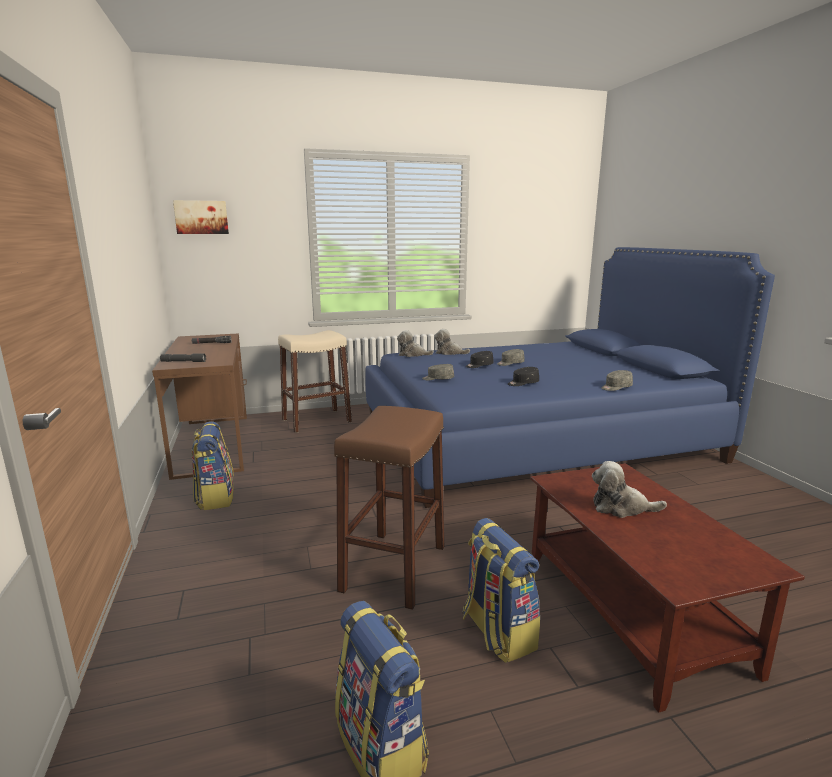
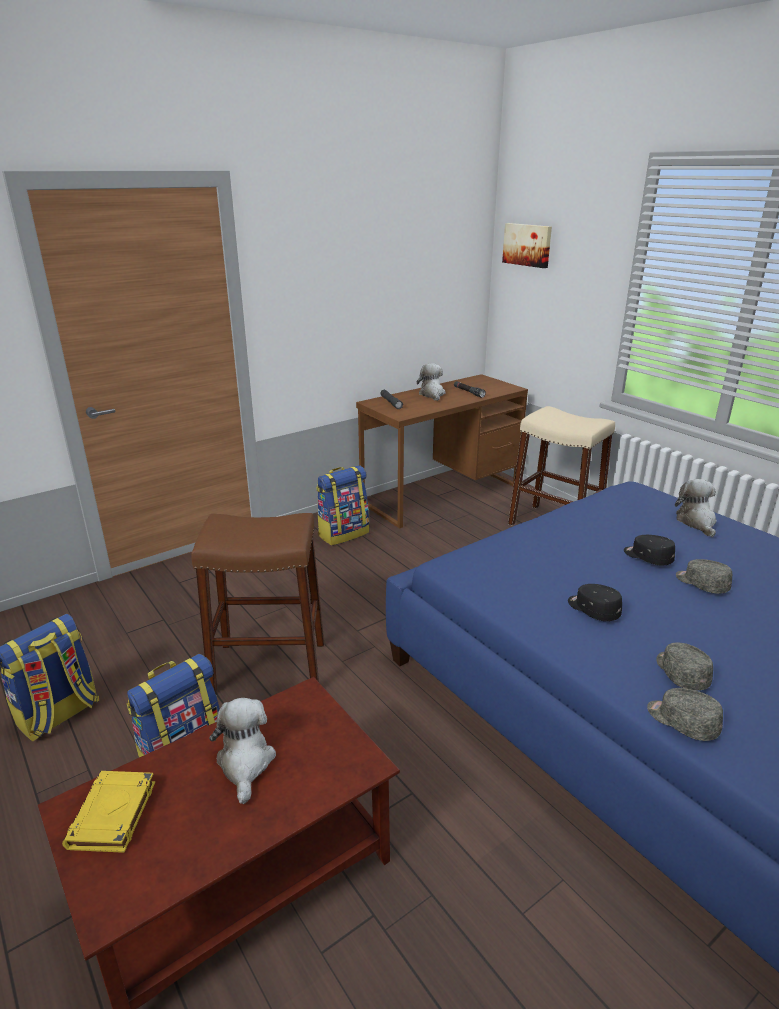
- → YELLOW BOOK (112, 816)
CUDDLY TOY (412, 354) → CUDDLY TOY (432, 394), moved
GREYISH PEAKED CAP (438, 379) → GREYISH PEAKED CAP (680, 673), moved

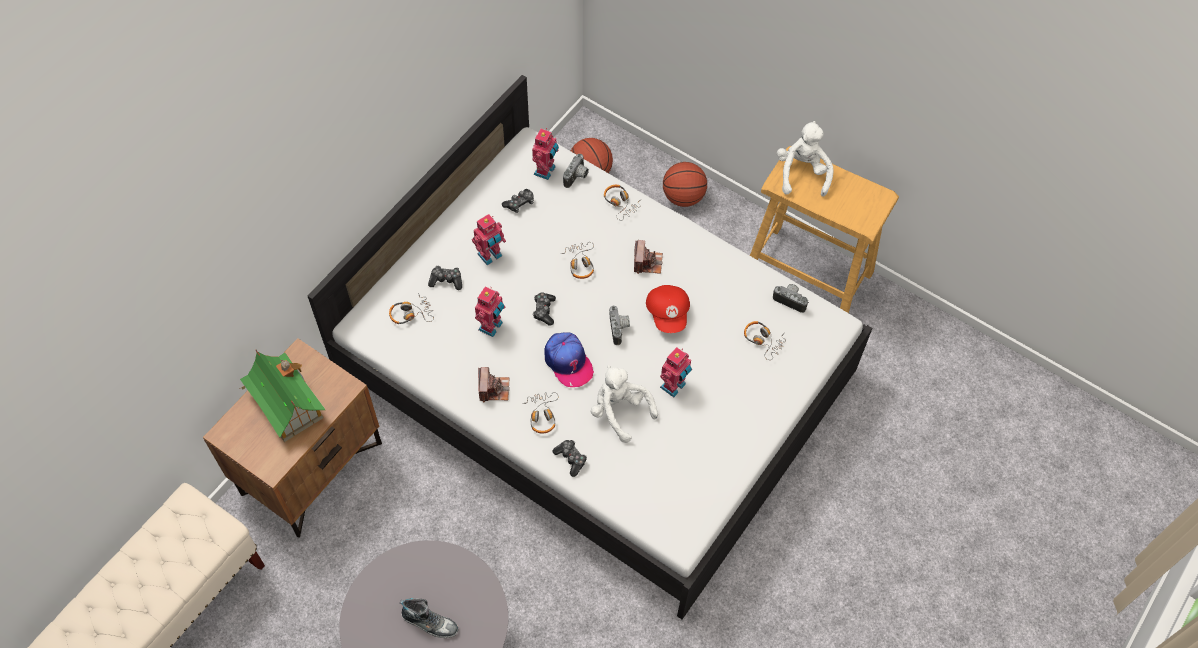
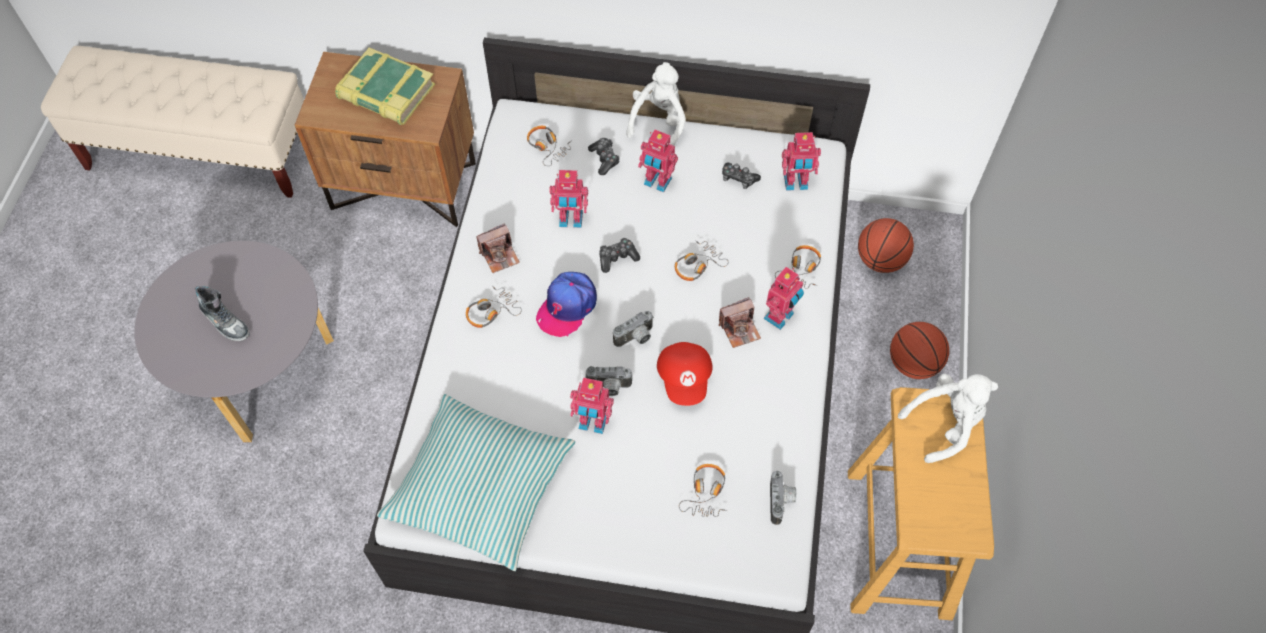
JOYPAD (571, 459) → -
- → CUSHION (480, 487)
- → TOY ROBOT (780, 317)
PHOTO CAMERA (577, 177) → PHOTO CAMERA (609, 387), moved
WHITISH CUDDLY TOY (619, 411) → WHITISH CUDDLY TOY (658, 121), moved
TOY HOUSE (286, 404) → BOOK (386, 93)
SHOE (430, 622) → SHOE (225, 321), 45 degrees counterclockwise
REDDISH PEAKED CAP (668, 313) → REDDISH PEAKED CAP (685, 378), 60 degrees counterclockwise

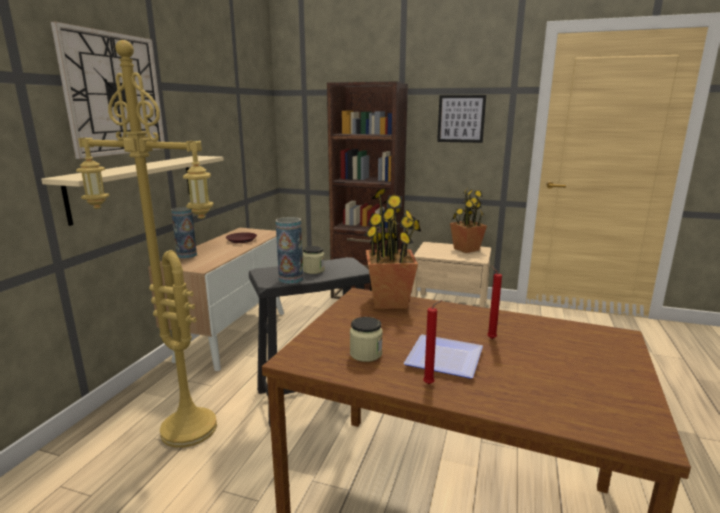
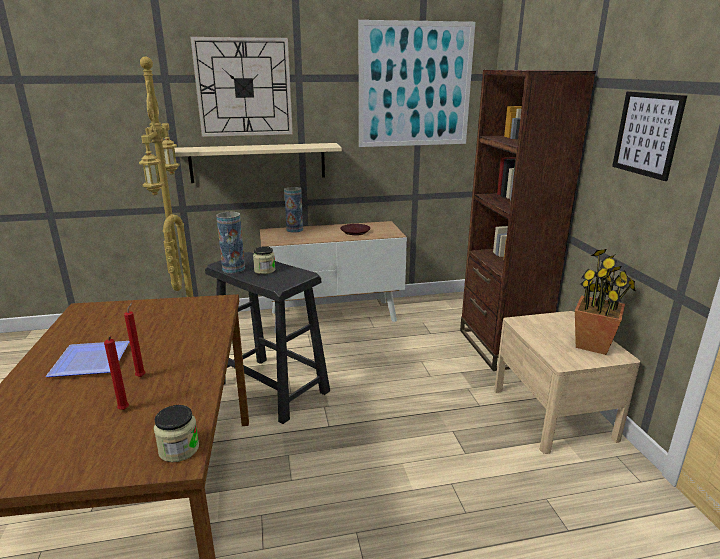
POTTED PLANT (389, 301) → -
- → WALL ART (415, 85)
JAR (366, 354) → JAR (179, 449), moved
REDDISH CANDLE (430, 384) → REDDISH CANDLE (124, 410), moved

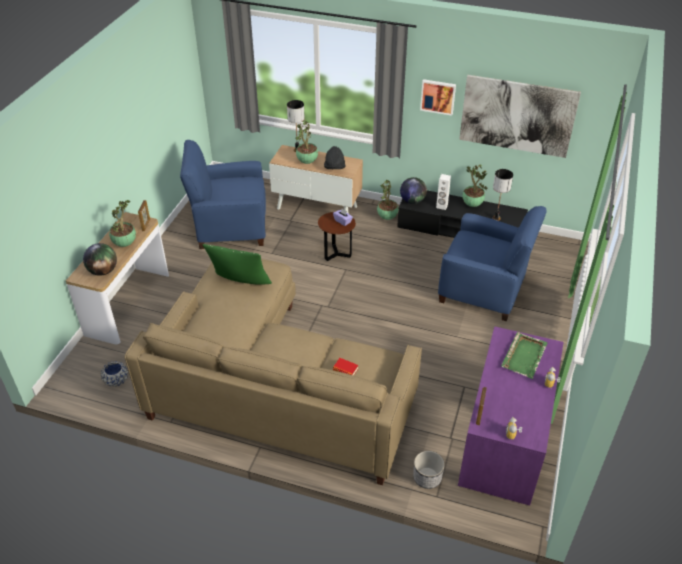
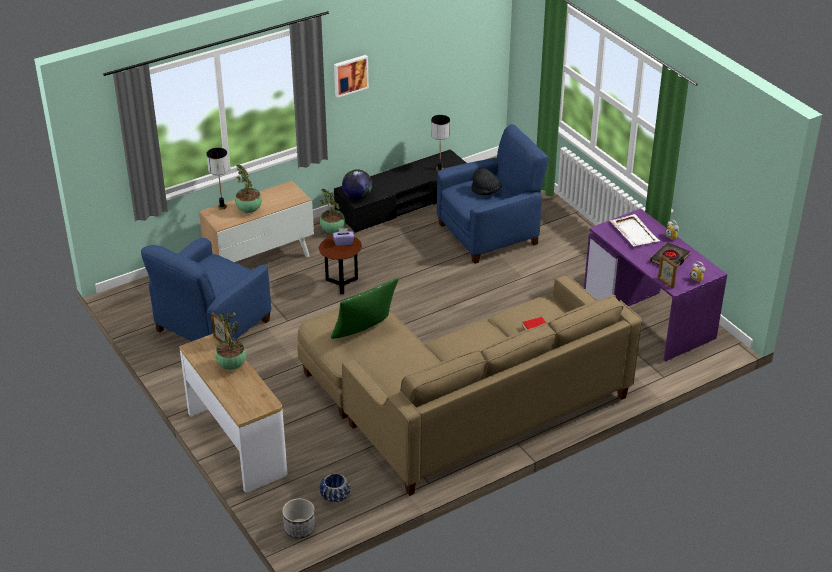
GLOBE (103, 271) → -
WHITISH AUDIO SPEAKER (442, 206) → -
WALL ART (517, 116) → -
POTTED PLANT (471, 204) → -
- → BLACK BOOK (670, 259)
BLACK WEARABLE HAT (334, 168) → BLACK WEARABLE HAT (486, 192), moved
PLANTER (427, 477) → PLANTER (299, 529), moved
GREEN-COLOURED SERVING TRAY (524, 356) → WHITISH SERVING TRAY (634, 232)

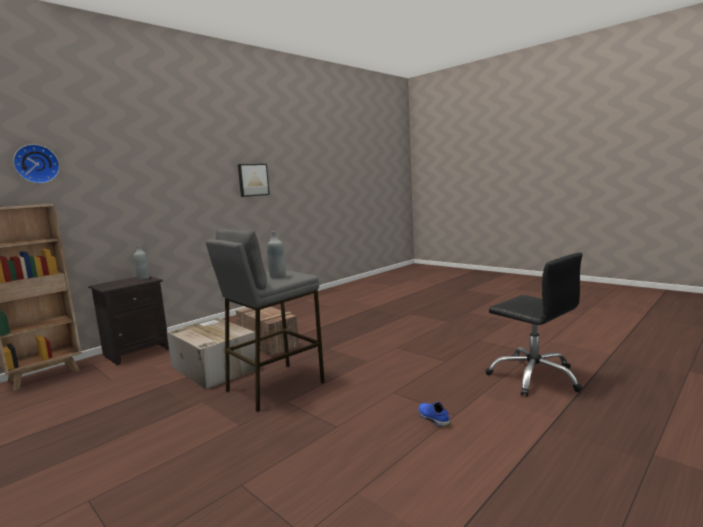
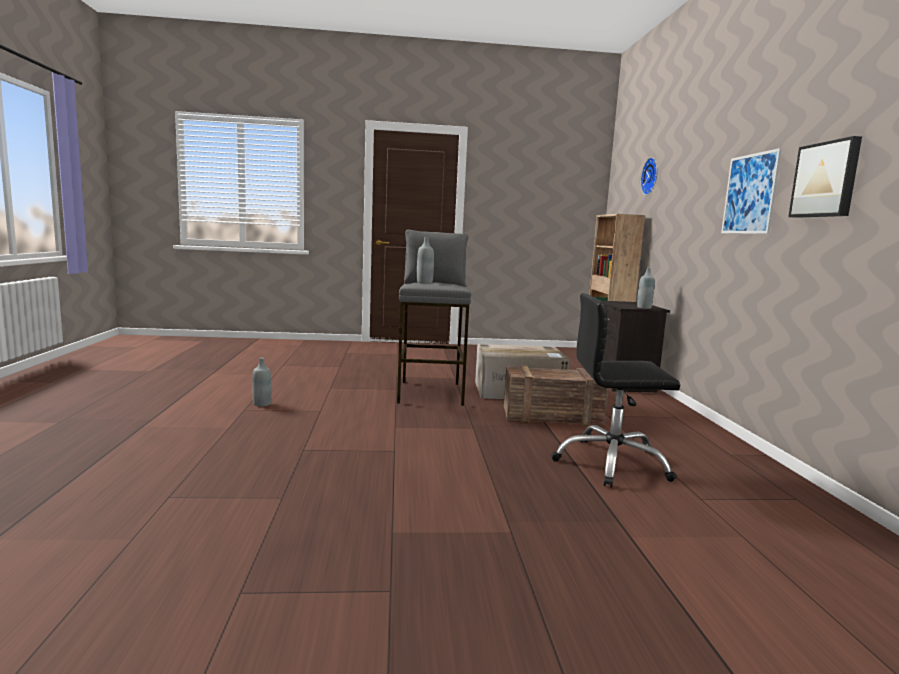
- → WALL ART (750, 194)
BLACK COMPUTER CHAIR (534, 376) → BLACK COMPUTER CHAIR (611, 463), moved
BLUE SHOE (433, 418) → GREYISH DRINK BOTTLE (262, 404)

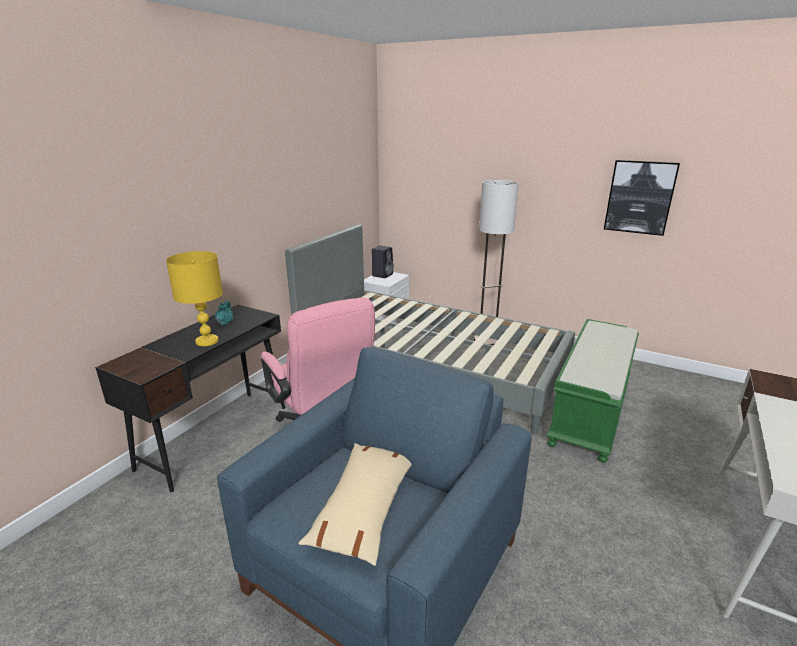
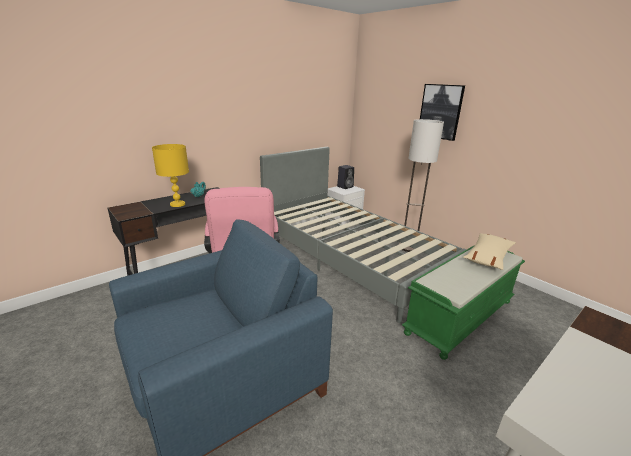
BEIGE CUSHION (364, 508) → BEIGE CUSHION (488, 256), moved
WALL ART (640, 197) → WALL ART (440, 111), moved

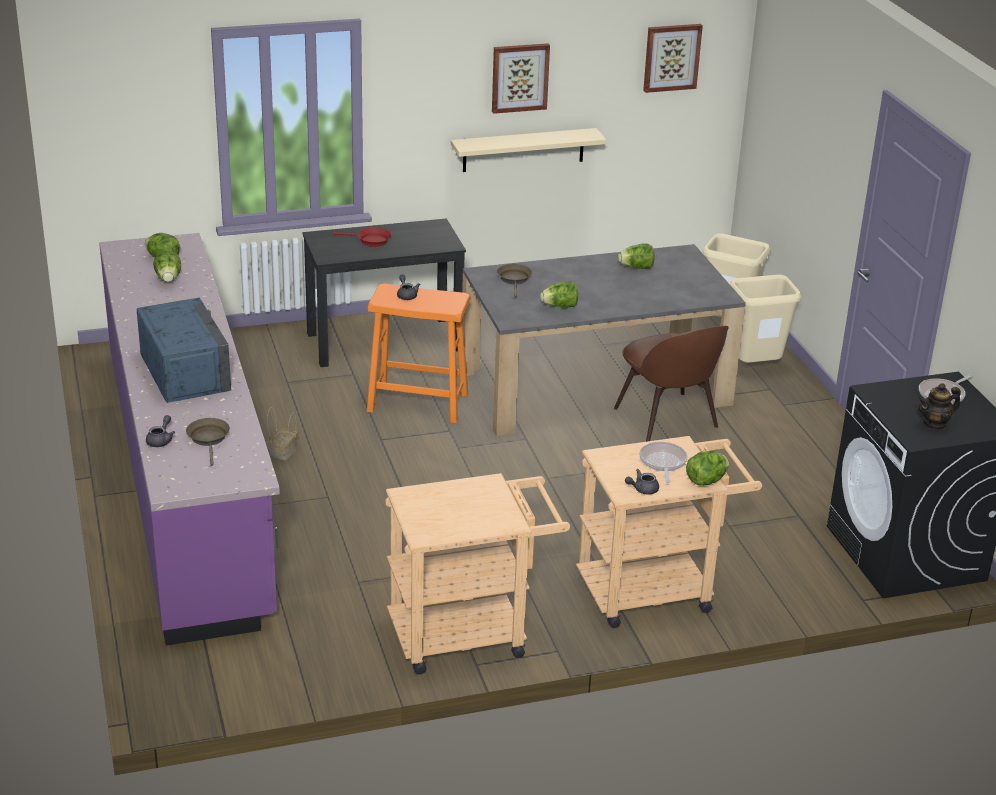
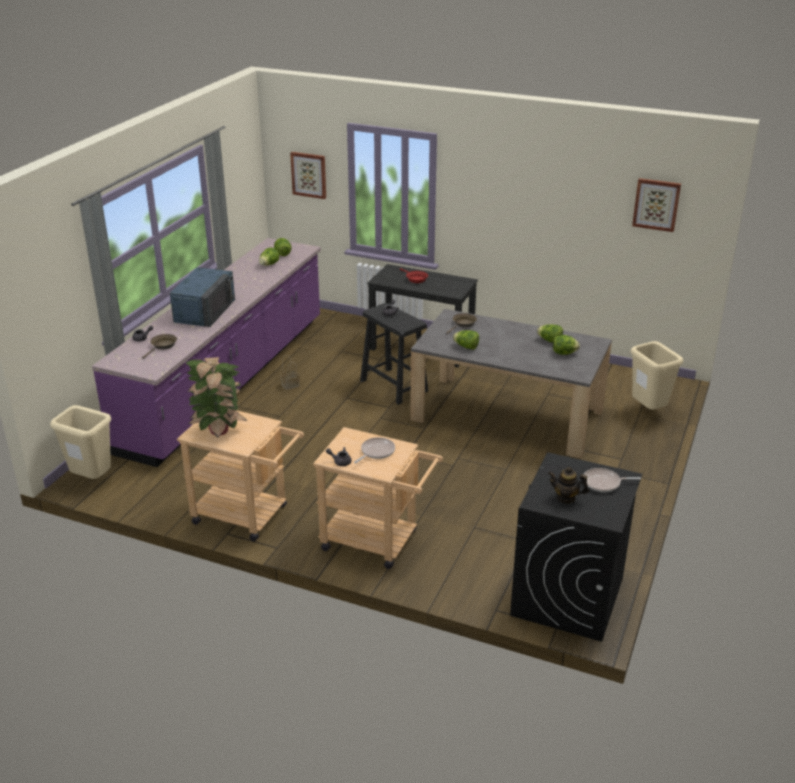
BEIGE BRACKET SHELF (523, 150) → -
BROWNISH UPRIGHT CHAIR (668, 420) → -
- → POTTED PLANT (219, 429)
WALL ART (519, 77) → WALL ART (309, 174), moved
LETTUCE HEAD (706, 481) → LETTUCE HEAD (564, 353), moved
BEIGE RUBBISH BIN (755, 368) → BEIGE RUBBISH BIN (92, 480), moved
ORANGE-COLOURED SITTING STOOL (417, 402) → BLACK SITTING STOOL (393, 386)

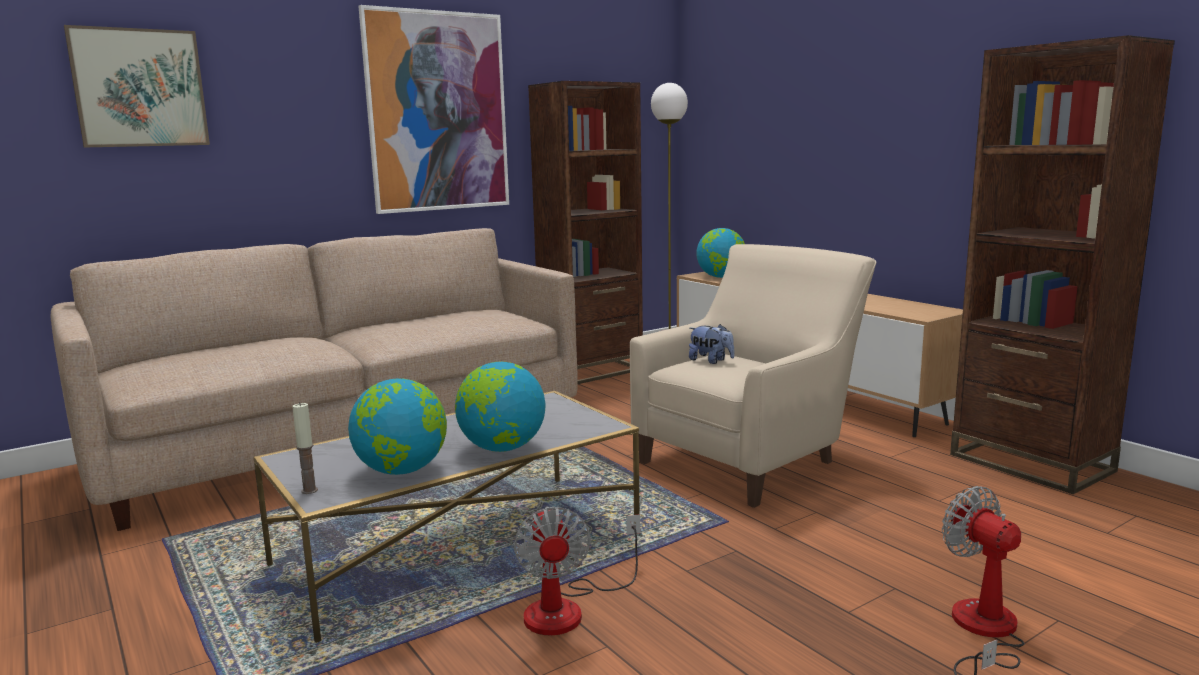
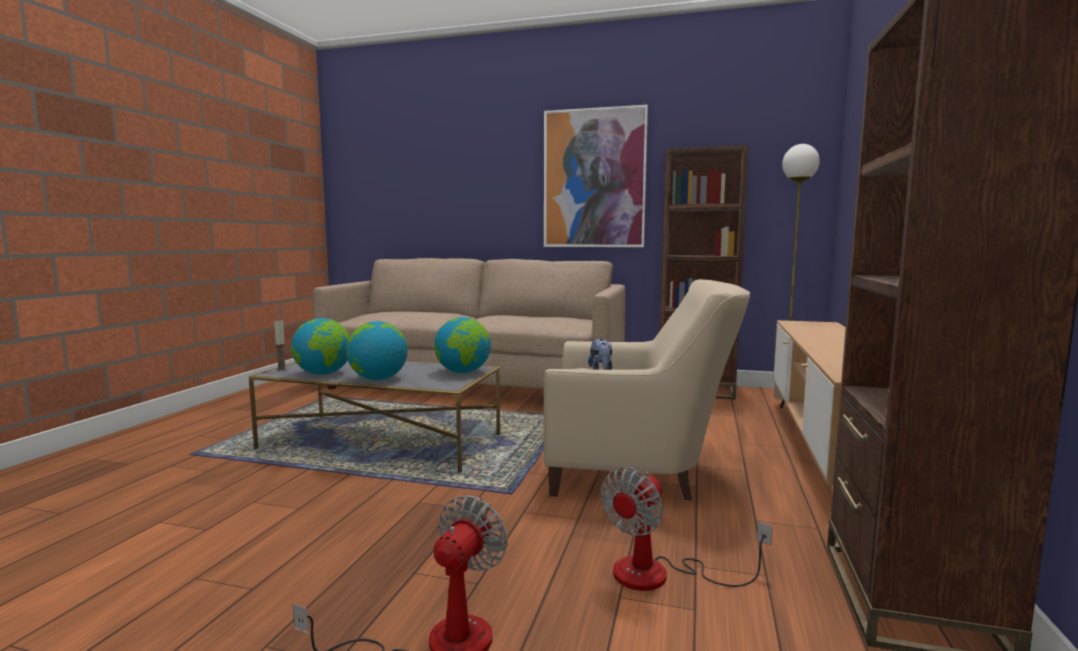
WALL ART (139, 88) → -
FAN (568, 608) → FAN (660, 575), moved
GLOBE (721, 277) → GLOBE (463, 372), moved

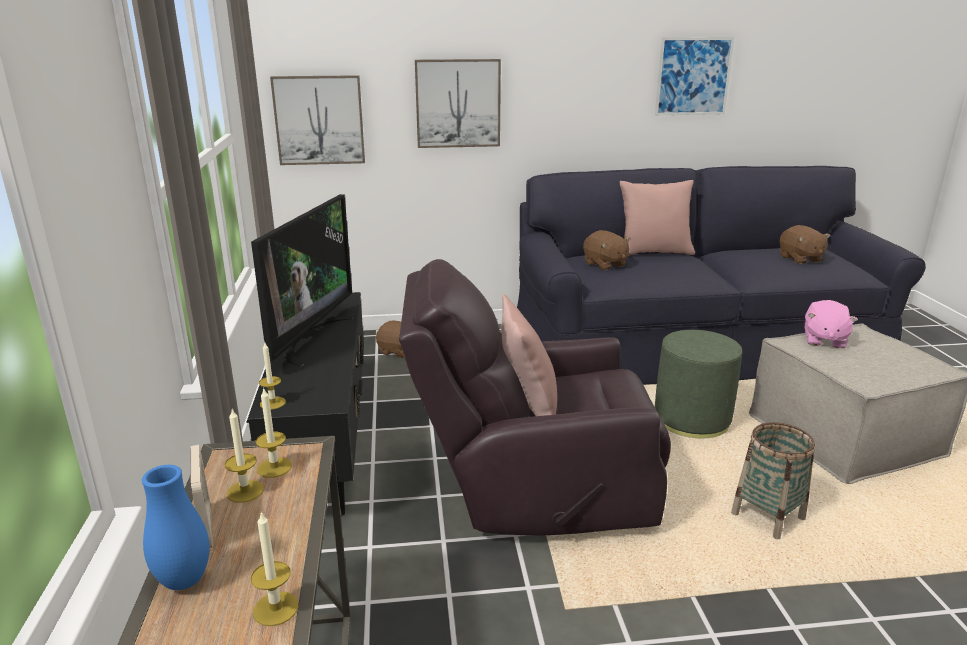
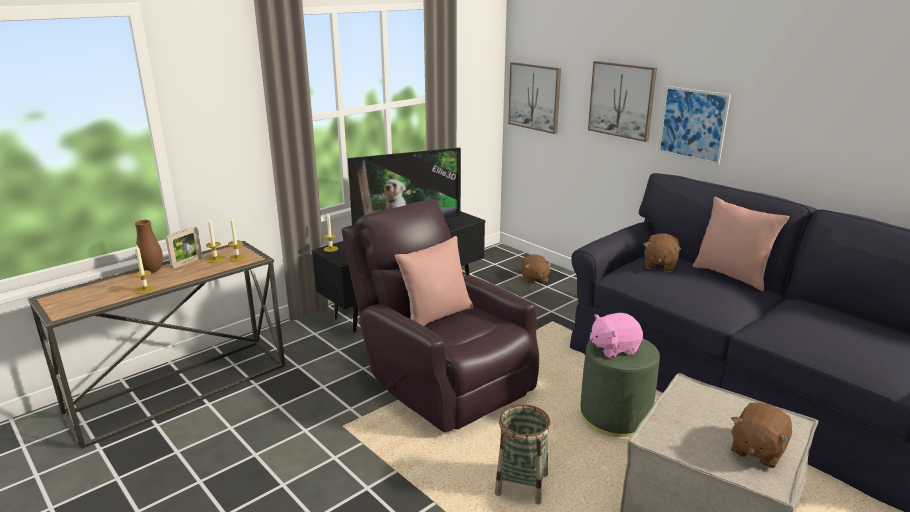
WALL ART (693, 76) → WALL ART (692, 124), moved
BROWNISH CUDDLY TOY (800, 259) → BROWNISH CUDDLY TOY (756, 450), moved
PINKISH CUDDLY TOY (823, 340) → PINKISH CUDDLY TOY (613, 348), moved
BLUE VASE (184, 580) → BROWNISH VASE (152, 271)

